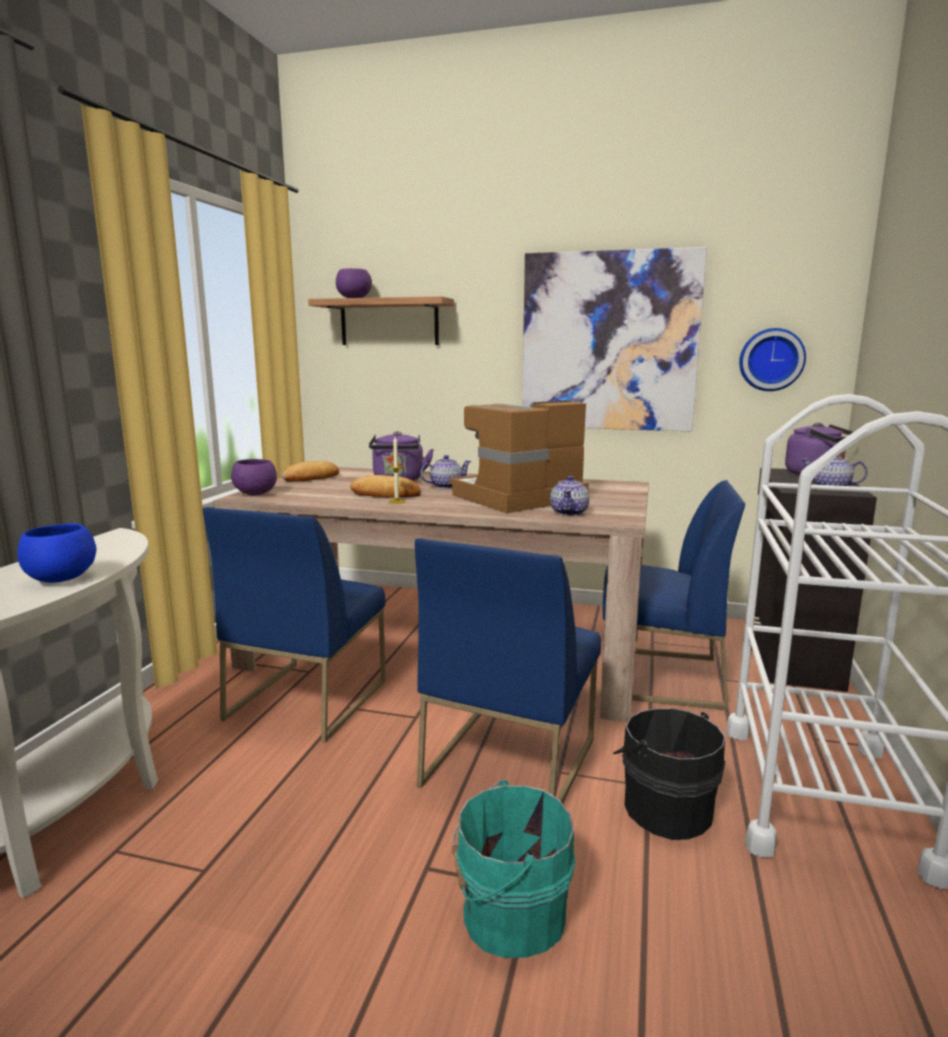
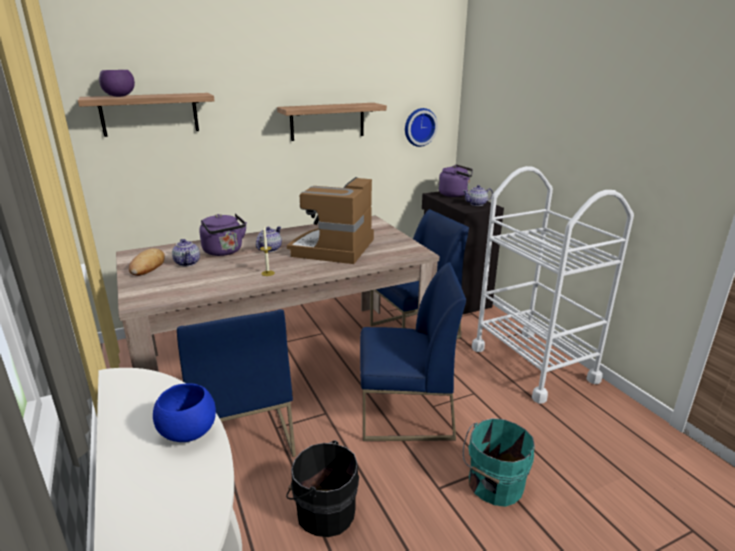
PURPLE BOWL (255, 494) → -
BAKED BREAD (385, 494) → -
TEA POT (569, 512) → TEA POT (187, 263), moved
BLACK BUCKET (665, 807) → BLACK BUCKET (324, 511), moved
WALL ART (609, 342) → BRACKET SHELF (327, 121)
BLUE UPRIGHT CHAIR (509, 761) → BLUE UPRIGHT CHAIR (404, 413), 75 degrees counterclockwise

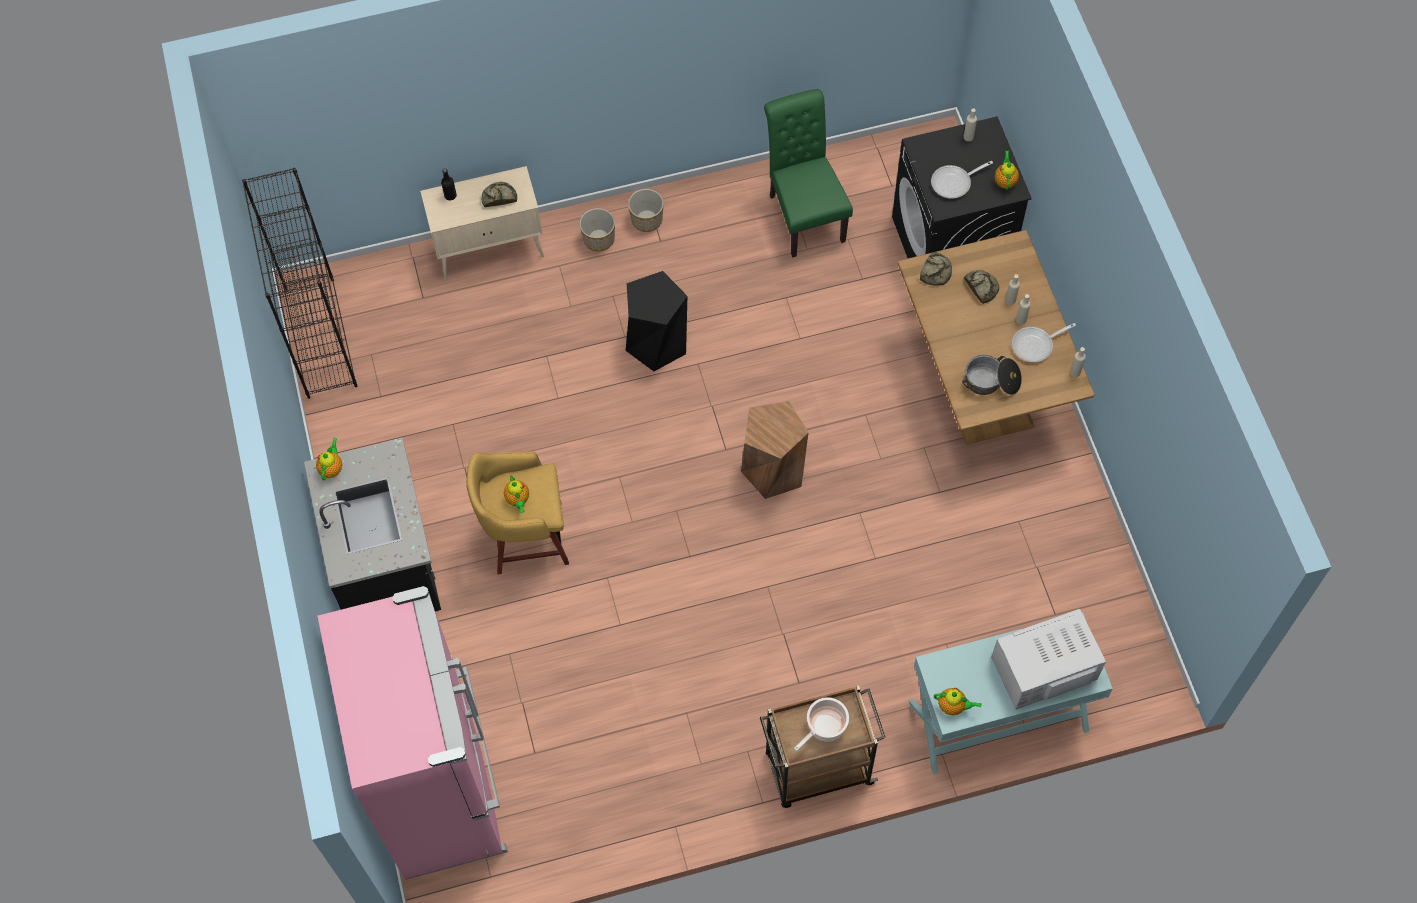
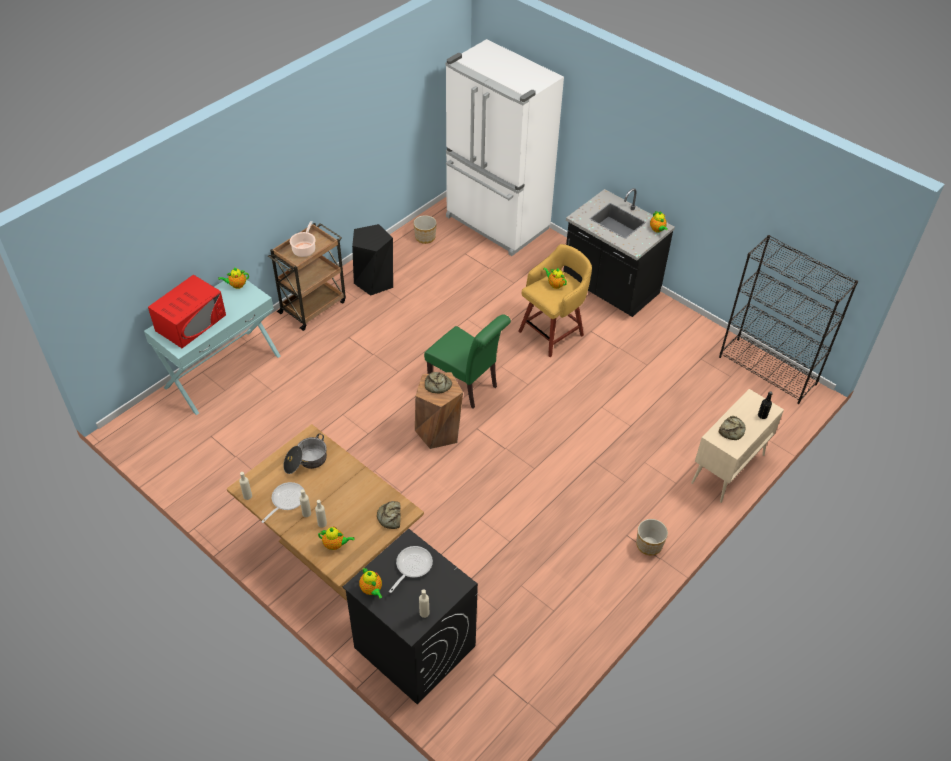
- → TEA POT (335, 545)
PLANTER (598, 239) → PLANTER (425, 237), moved
BLACK SITTING STOOL (656, 343) → BLACK SITTING STOOL (374, 281), moved
GREEN-COLOURED UPRIGHT CHAIR (804, 214) → GREEN-COLOURED UPRIGHT CHAIR (466, 386), moved
BAKED BREAD (981, 287) → BAKED BREAD (437, 385), moved
PINKISH FRIDGE (443, 789) → WHITISH FRIDGE (496, 224)
WHITISH MICROWAVE (1043, 668) → REDDISH MICROWAVE (191, 322)

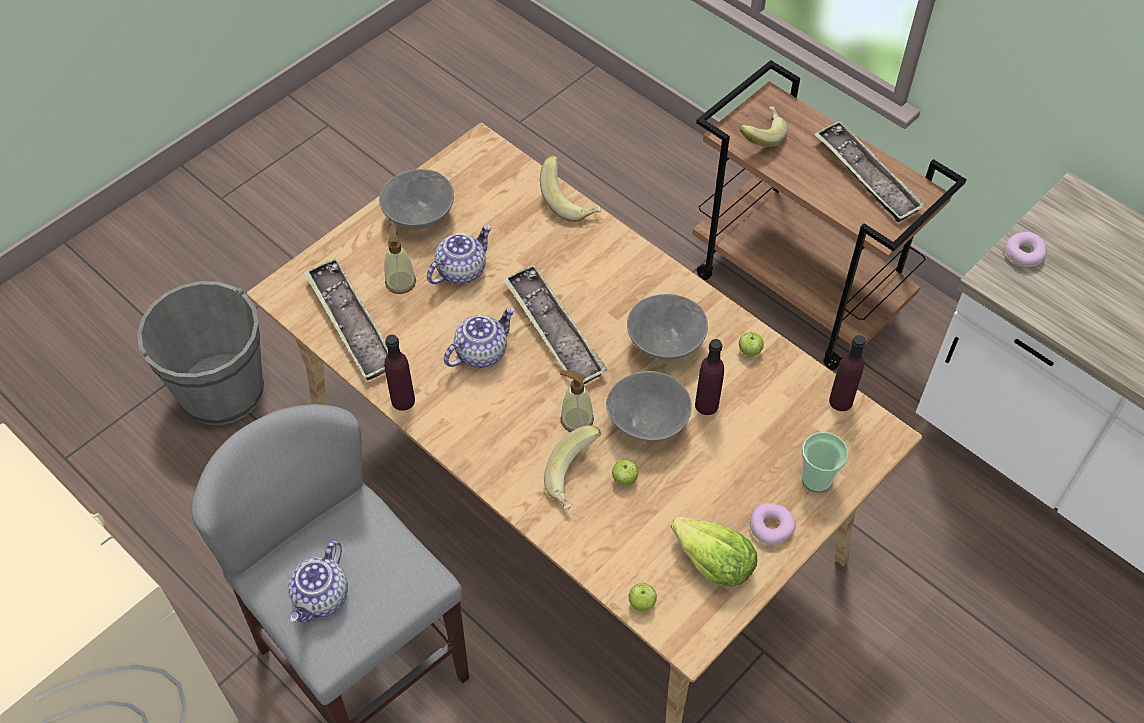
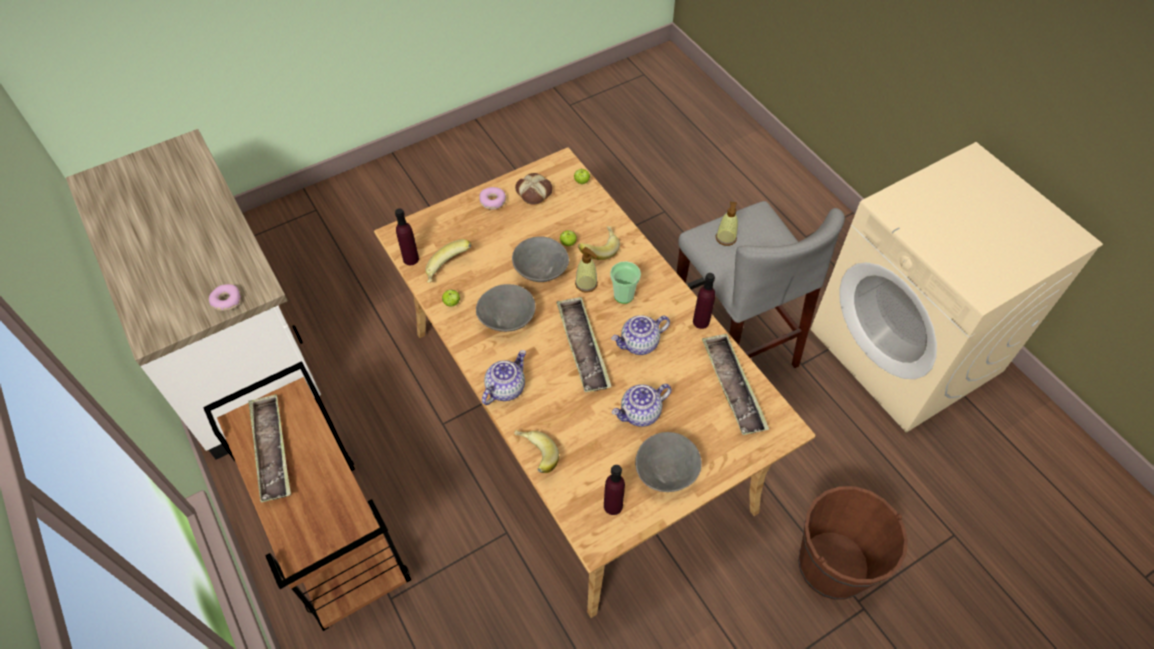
TEA POT (322, 597) → TEA POT (505, 388), moved
LIQUID SOAP BOTTLE (400, 282) → LIQUID SOAP BOTTLE (726, 238), moved
PURPLE DRINK BOTTLE (706, 405) → PURPLE DRINK BOTTLE (613, 506), moved
BANANA FRUIT (760, 136) → BANANA FRUIT (448, 270), moved
CUP (816, 479) → CUP (623, 295), moved
LETTUCE HEAD (712, 563) → BAKED BREAD (534, 192)
GREYISH BUCKET (222, 391) → BROWNISH BUCKET (832, 566)

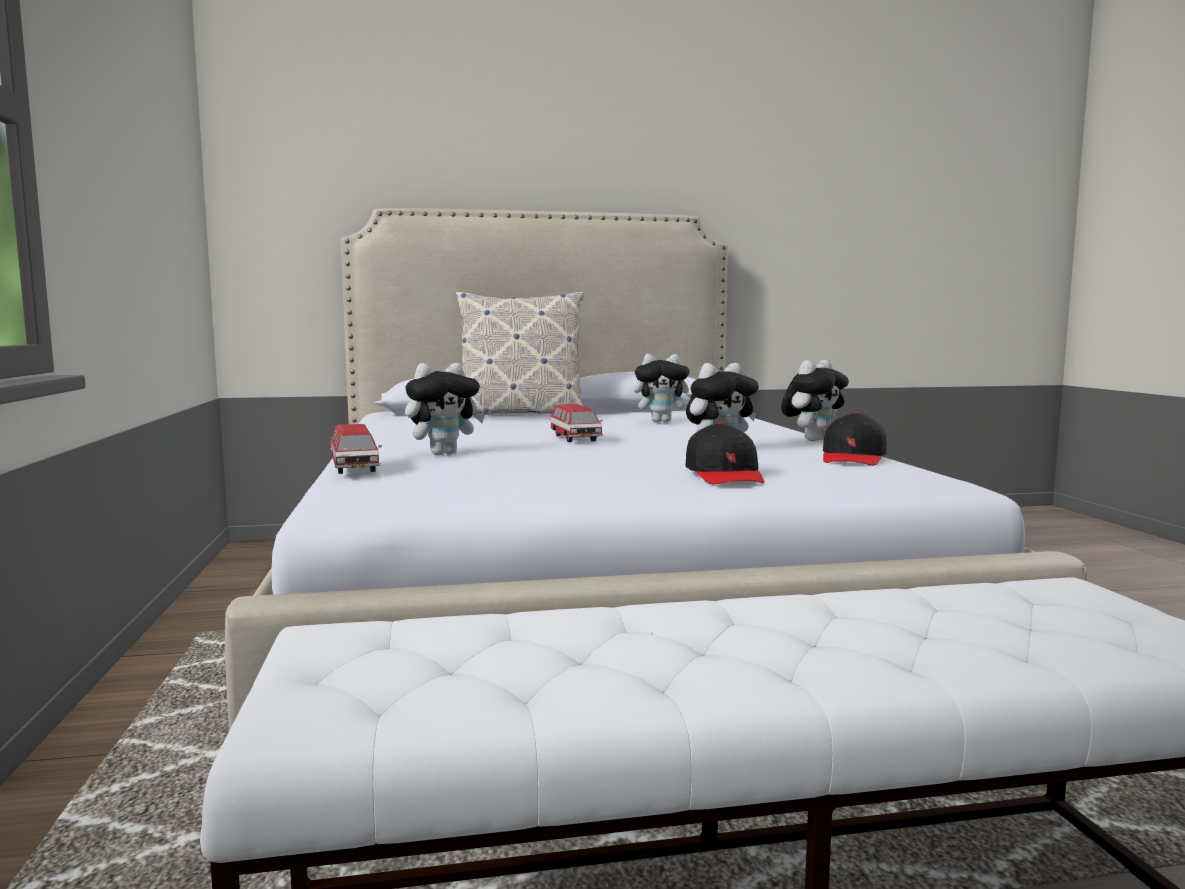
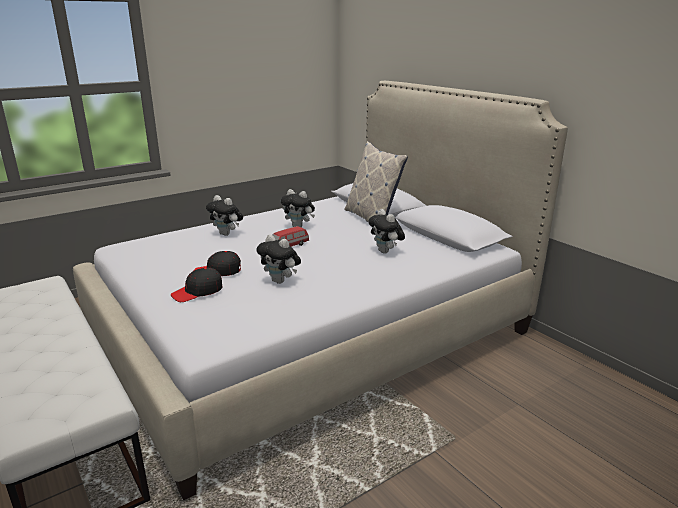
TOY CAR (354, 468) → -
CUDDLY TOY (813, 440) → CUDDLY TOY (299, 226), moved
BLACK PEAKED CAP (853, 458) → BLACK PEAKED CAP (218, 271), moved

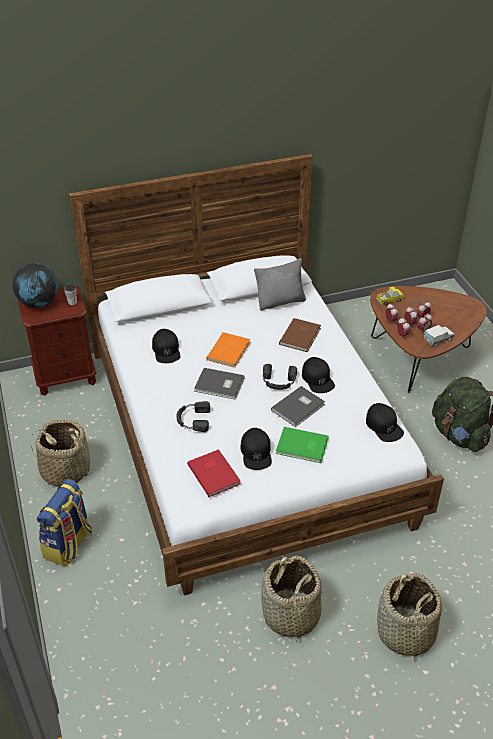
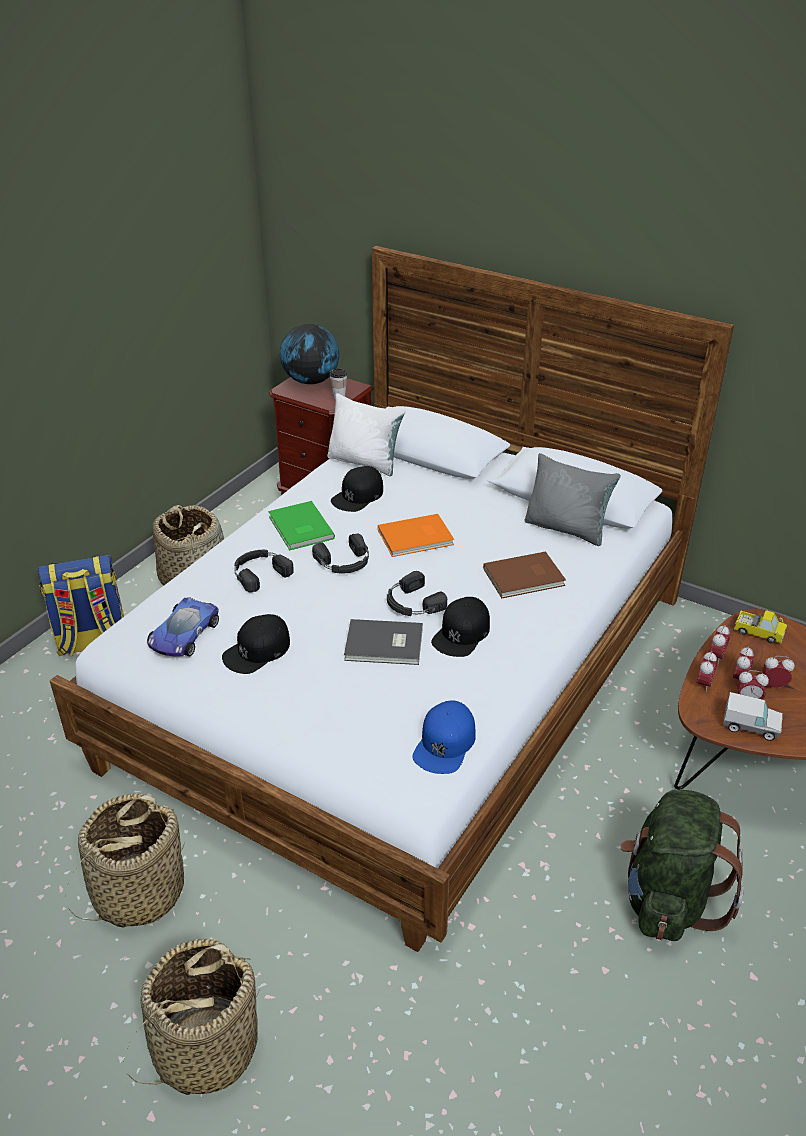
- → WHITISH CUSHION (365, 462)
GREEN-COLOURED BOOK (302, 447) → GREEN-COLOURED BOOK (299, 528), moved
REDDISH BOOK (214, 473) → TOY CAR (183, 635)
GREYISH BOOK (219, 385) → BLACK HEADPHONES (344, 562)
BLACK PEAKED CAP (384, 426) → BLUE PEAKED CAP (445, 743)

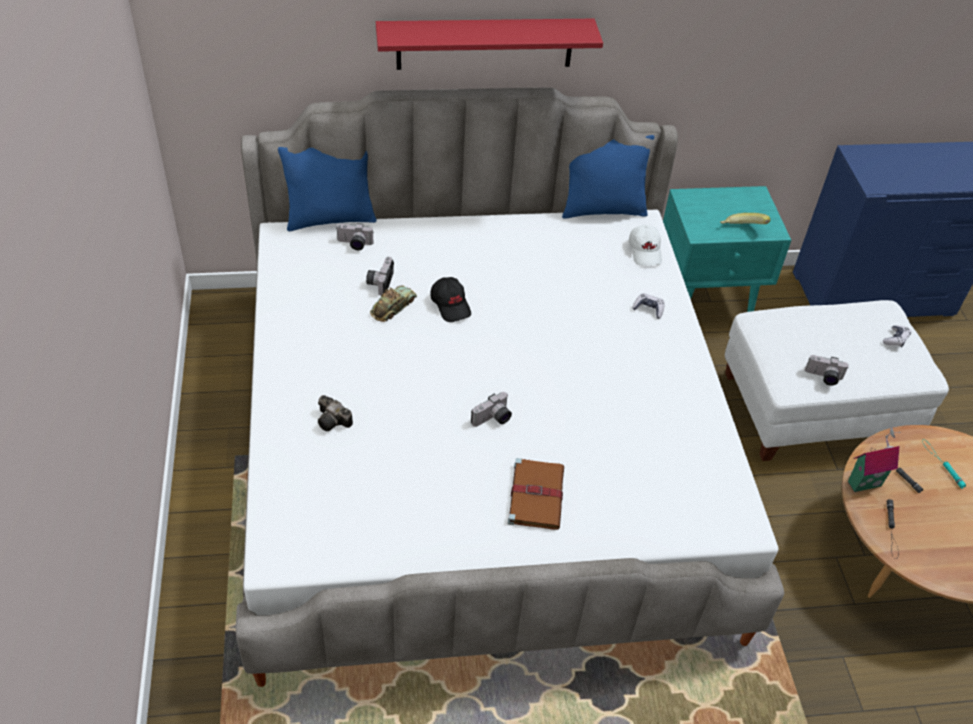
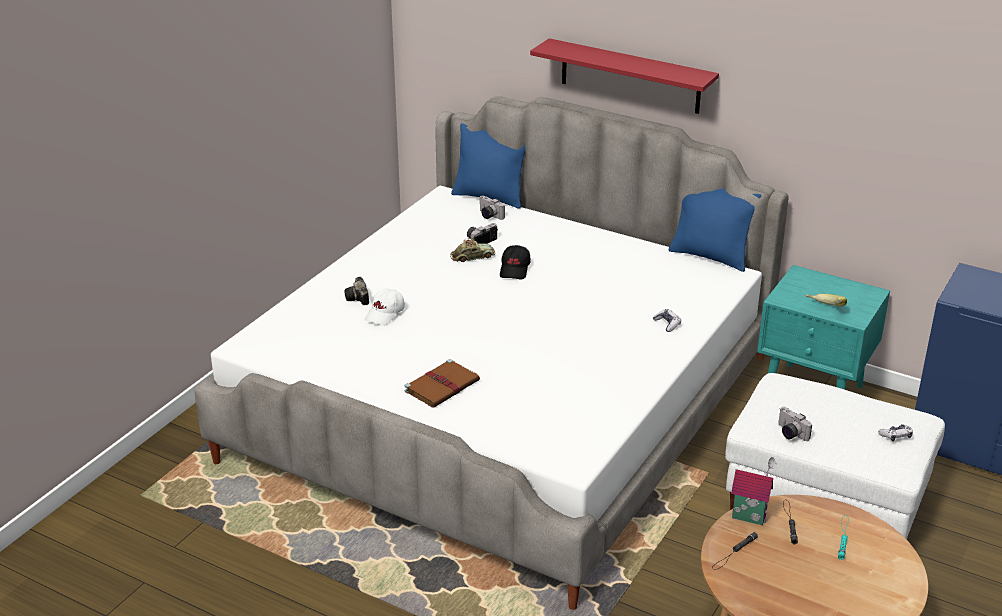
PHOTO CAMERA (493, 419) → -
WHITISH PEAKED CAP (645, 251) → WHITISH PEAKED CAP (385, 314), moved

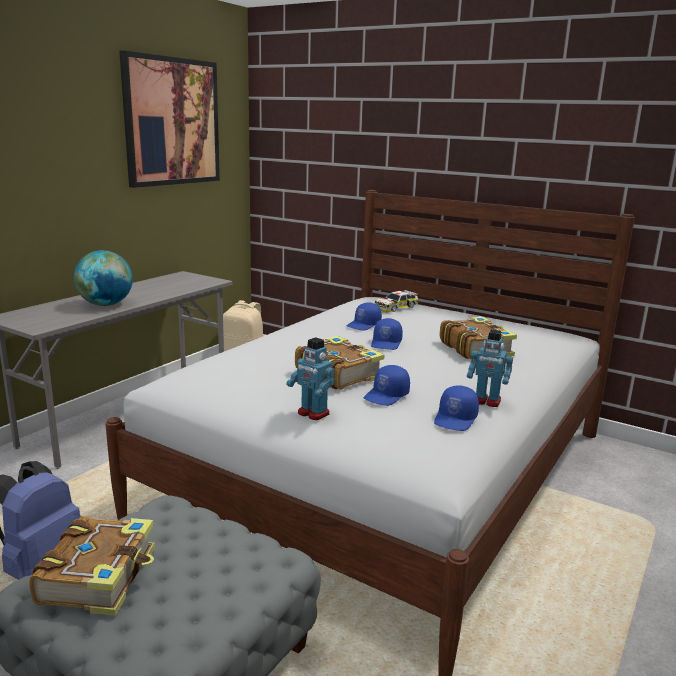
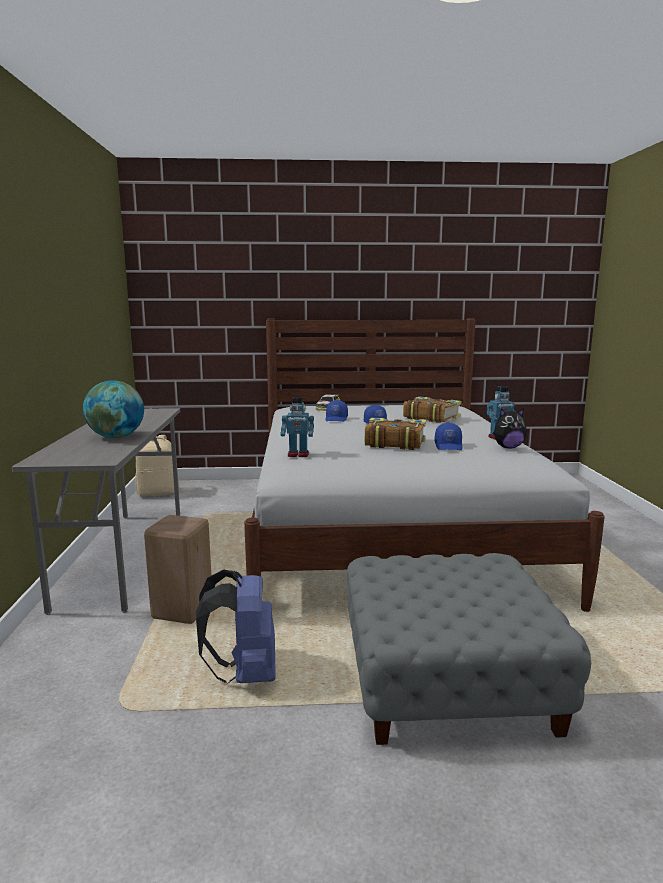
BOOK (100, 576) → -
WALL ART (172, 122) → -
- → BEIGE SITTING STOOL (182, 610)
TOY ROBOT (313, 413) → TOY ROBOT (298, 455), moved
BLUE PEAKED CAP (456, 419) → CUDDLY TOY (508, 447)

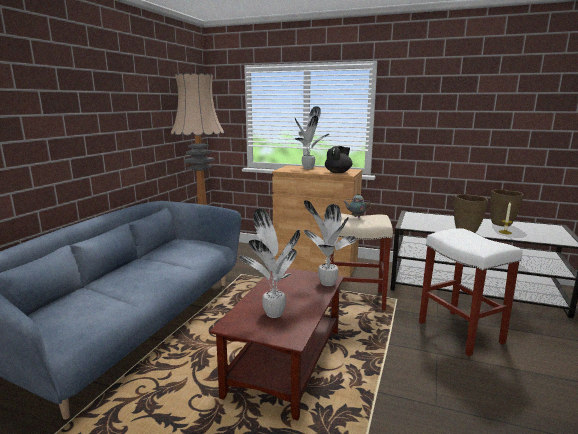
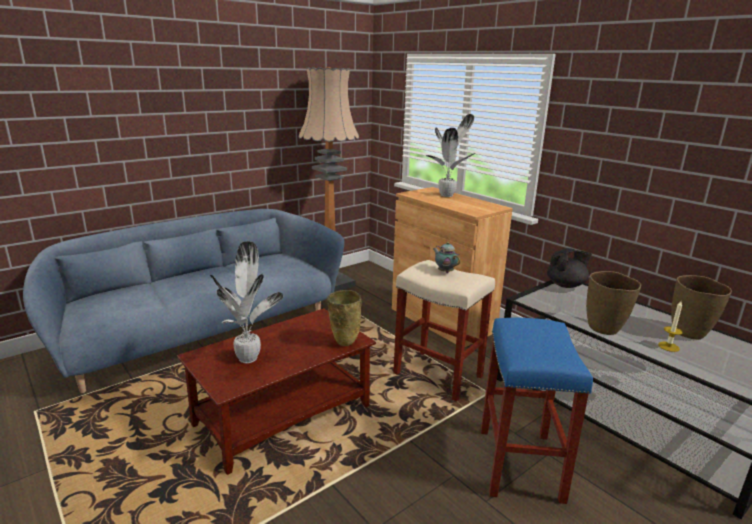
BLACK TEA POT (338, 172) → BLACK TEA POT (566, 285), moved
POTTED PLANT (326, 283) → BEIGE VASE (344, 343)
WHITISH SITTING STOOL (461, 332) → BLUE SITTING STOOL (521, 465)

